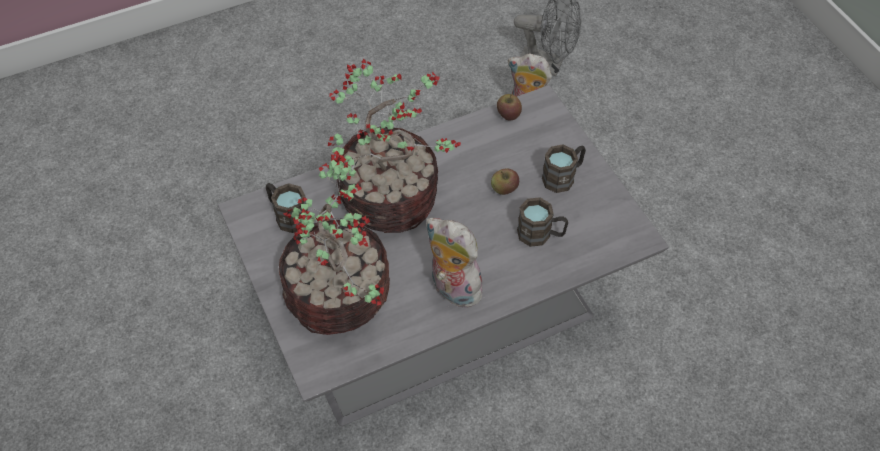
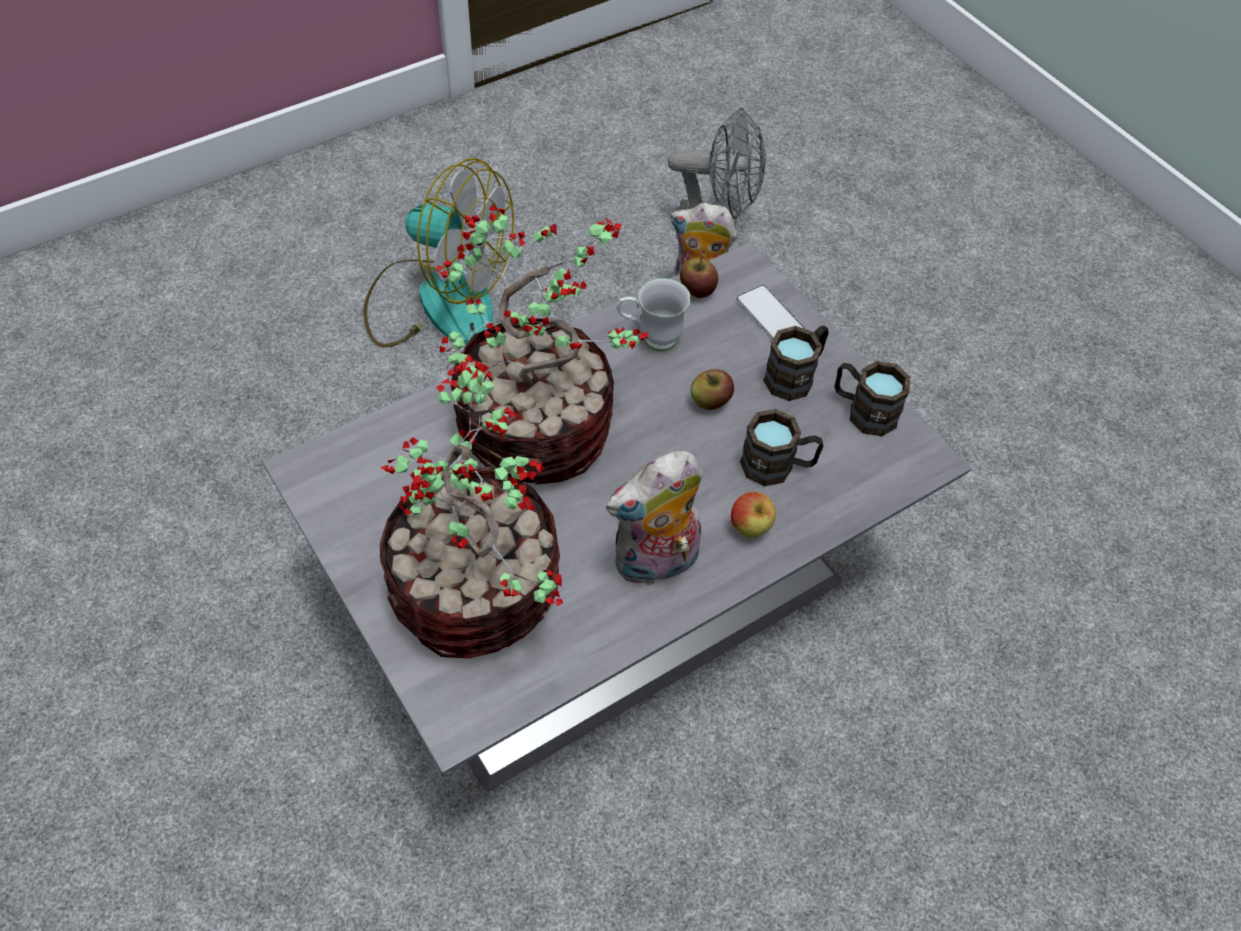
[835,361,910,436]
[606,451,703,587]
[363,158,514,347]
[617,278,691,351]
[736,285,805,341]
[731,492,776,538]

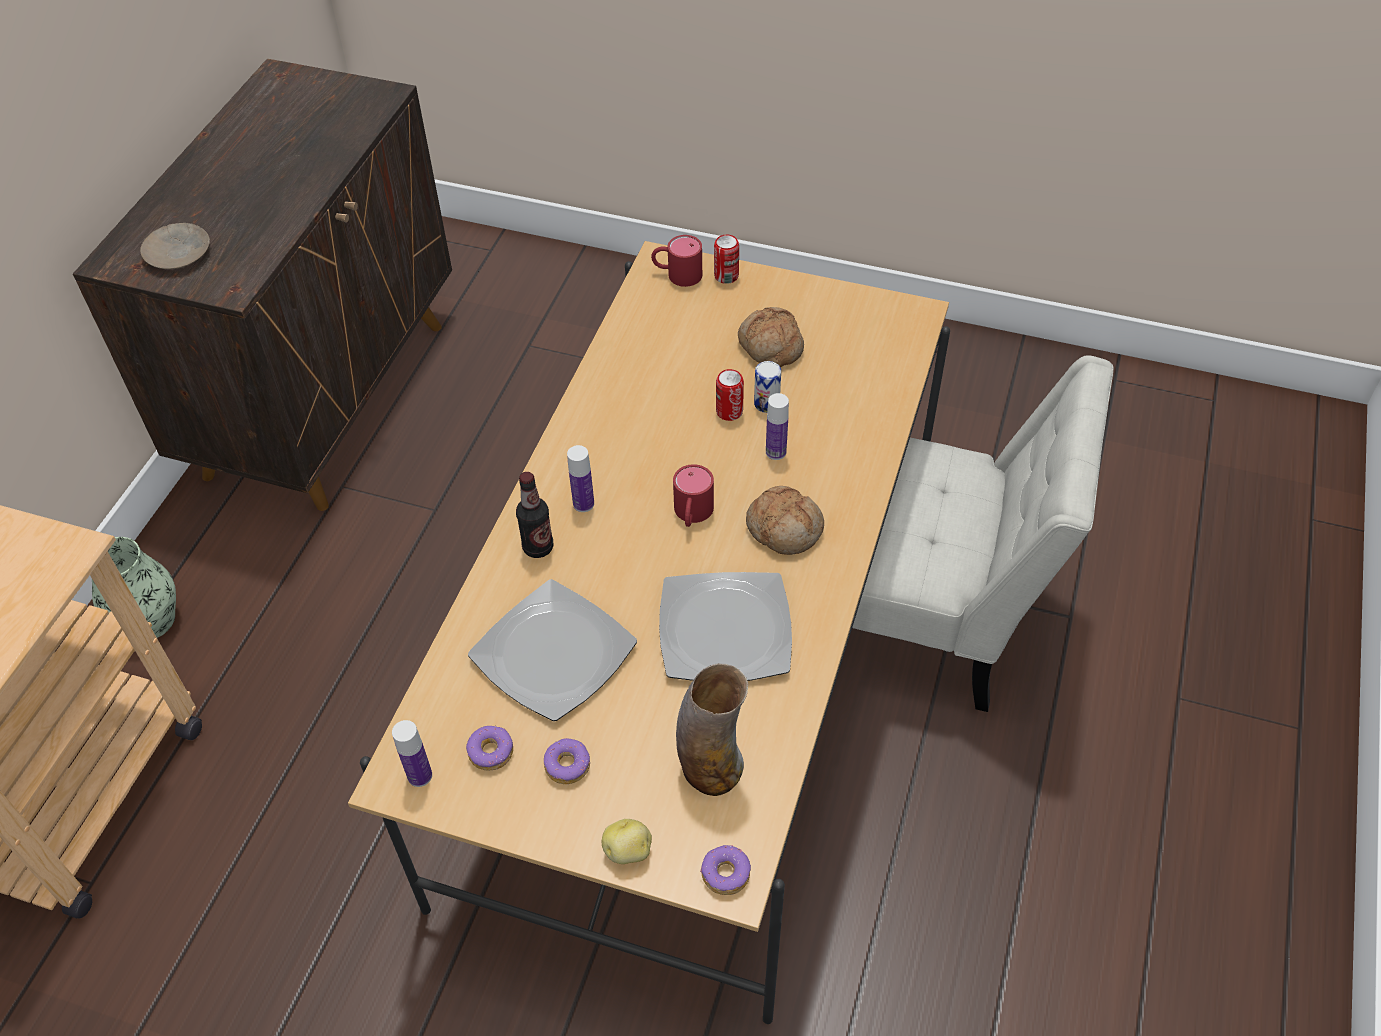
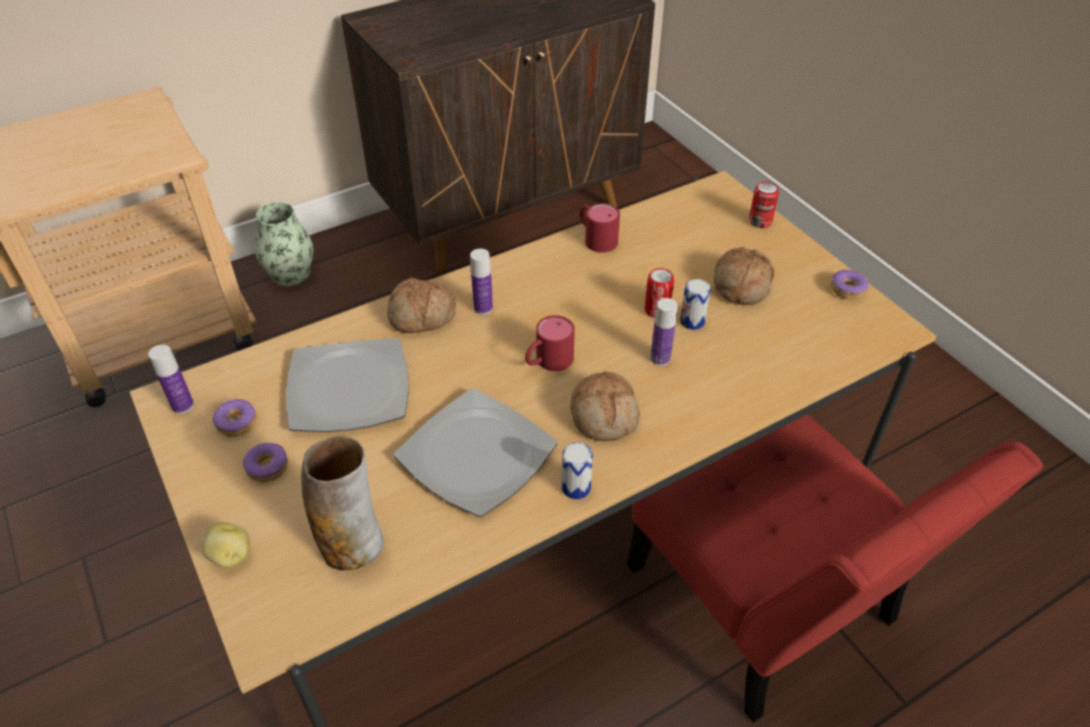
[140,223,210,269] (first image)
[579,203,620,253]
[627,414,1043,723]
[387,277,456,333]
[831,270,869,300]
[562,442,593,499]

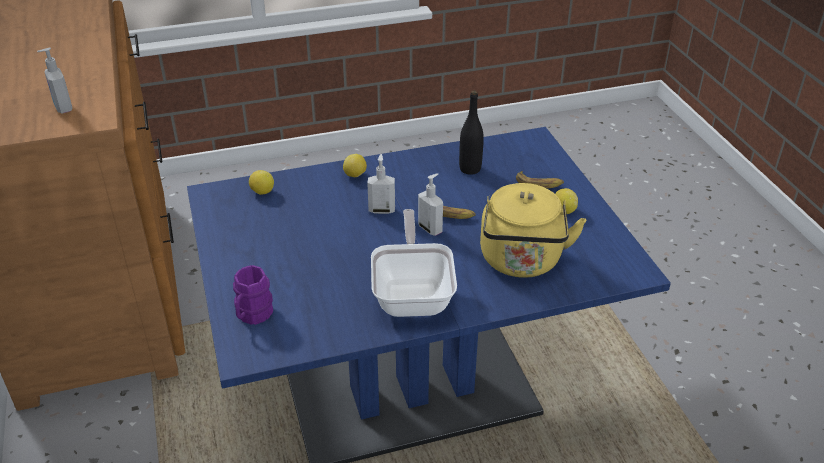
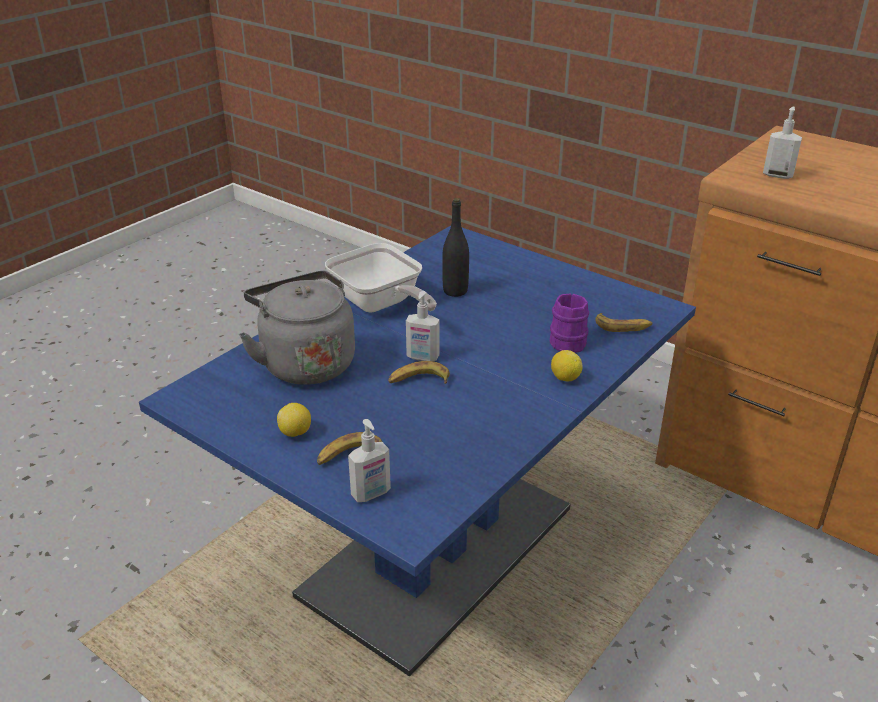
[442,198,469,297]
[348,419,391,502]
[595,313,653,332]
[239,271,355,385]
[550,293,589,353]

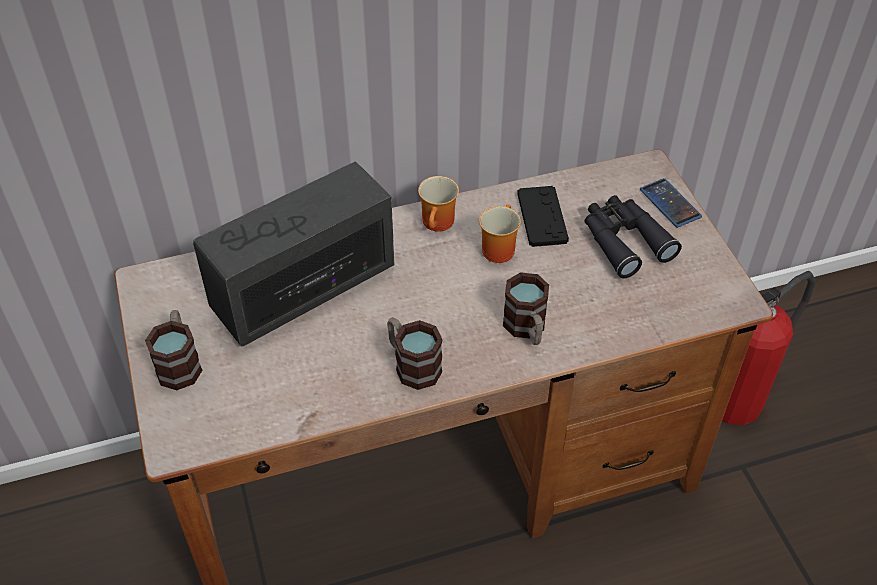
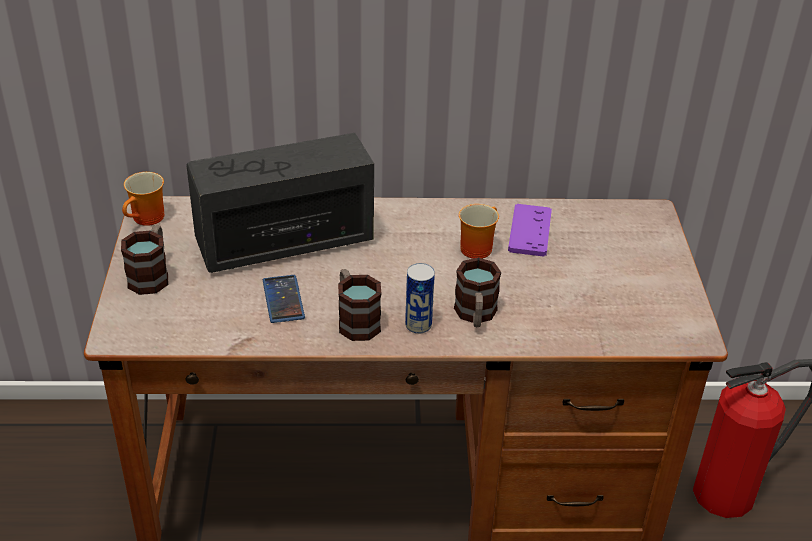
[122,172,164,226]
[263,275,305,323]
[508,204,552,257]
[584,195,682,279] (first image)
[405,263,435,334]

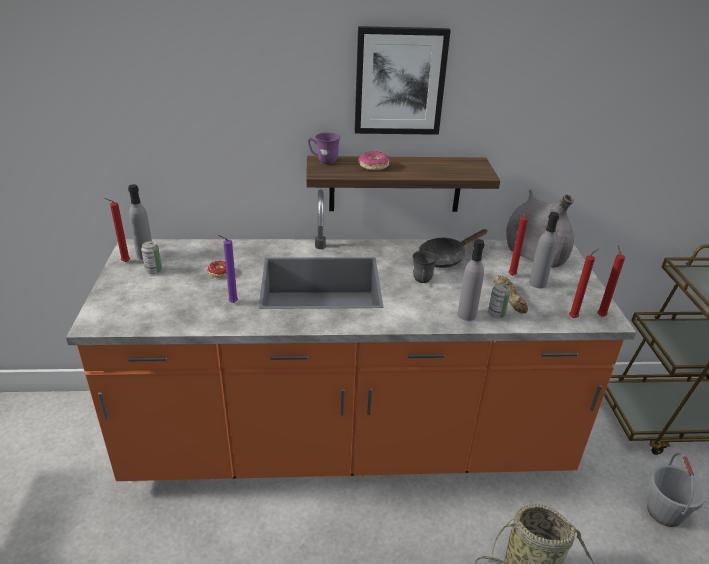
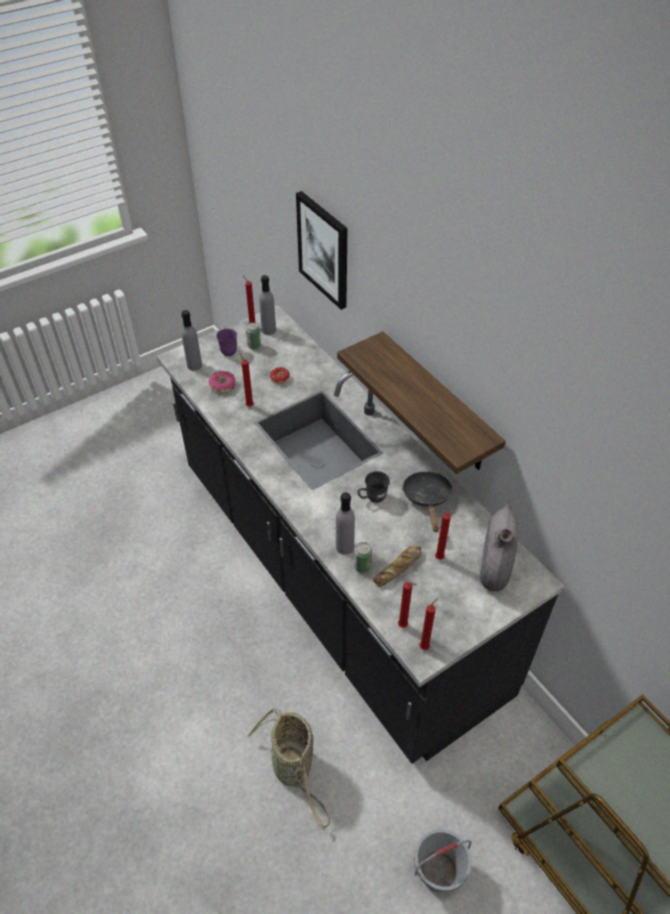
[296,191,347,310]
[216,327,237,356]
[209,371,236,393]
[157,306,564,764]
[181,310,202,371]
[402,471,453,532]
[240,354,254,407]

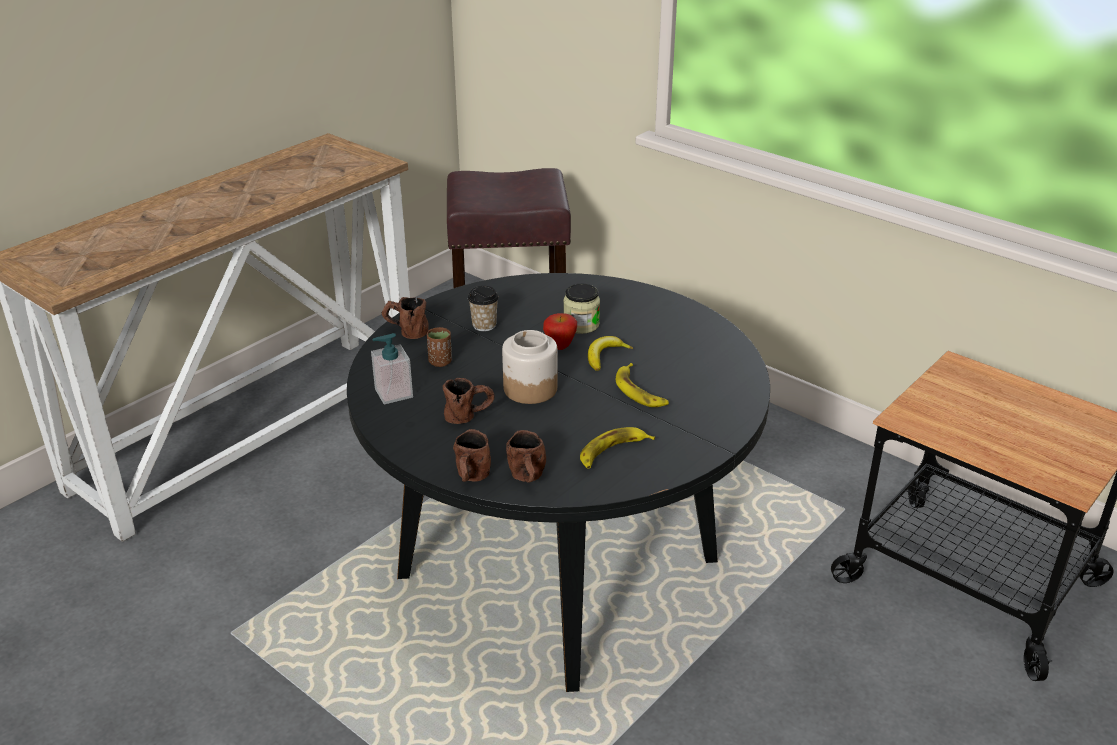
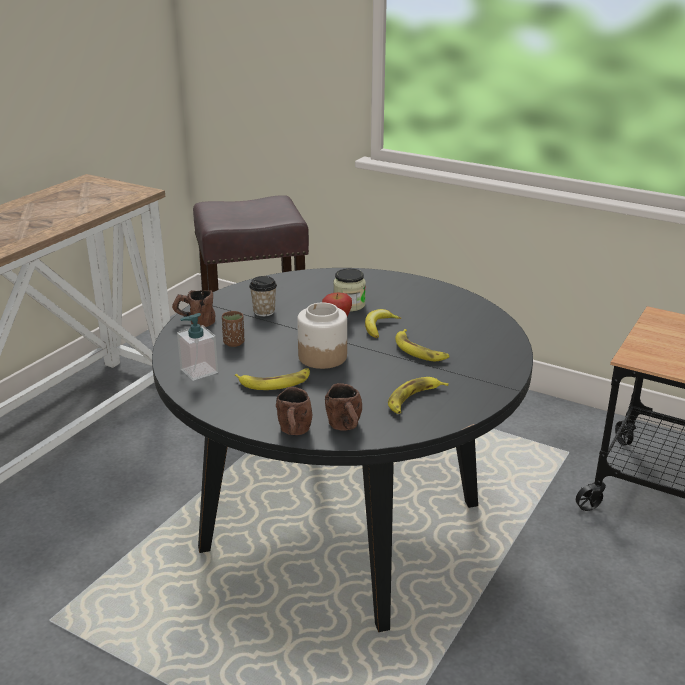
[235,368,310,390]

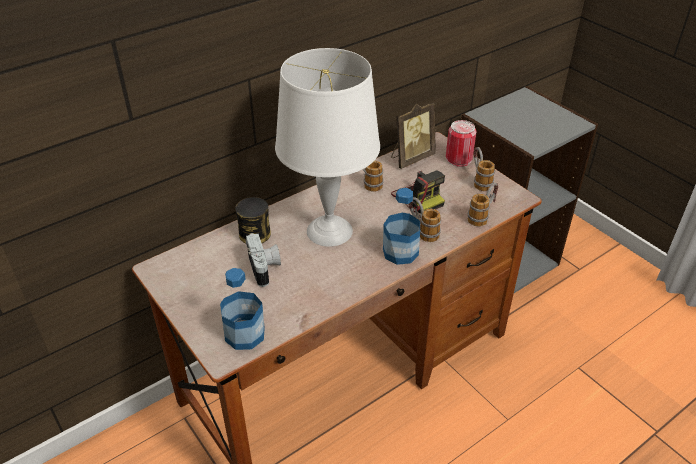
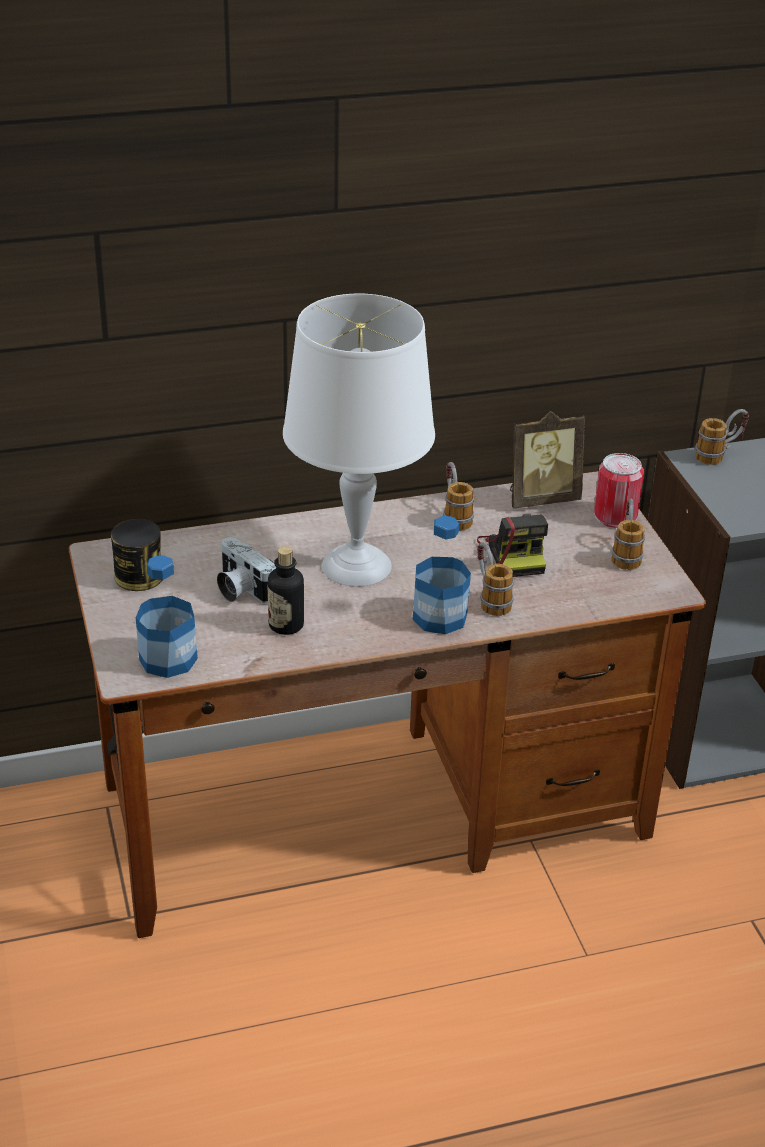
[695,409,749,465]
[111,519,162,591]
[217,537,276,604]
[267,546,304,635]

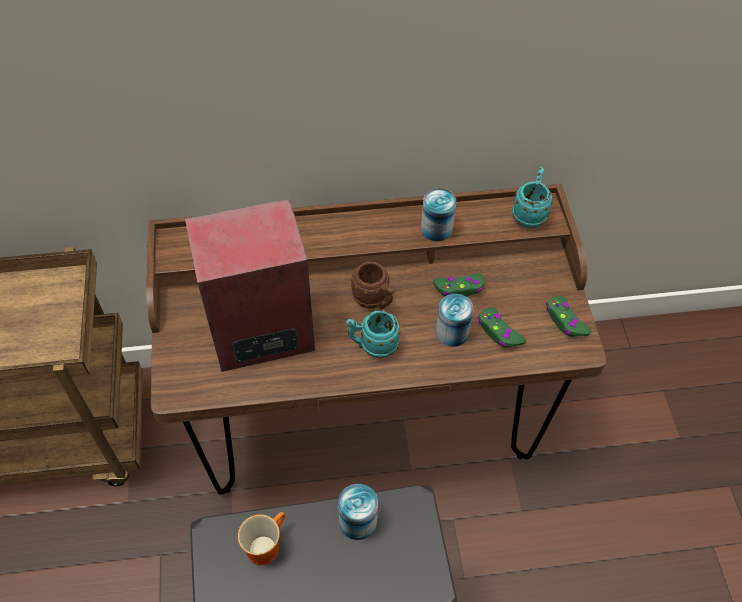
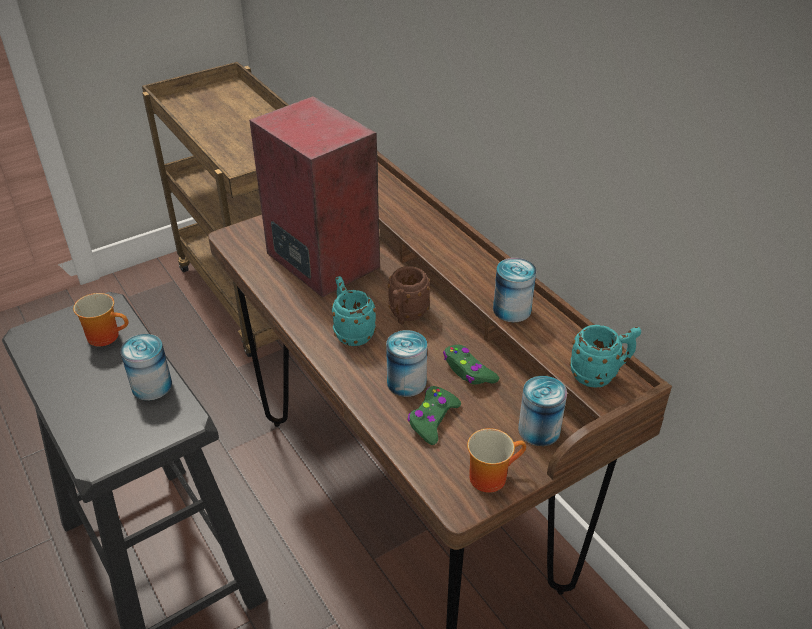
[467,428,526,493]
[518,376,567,446]

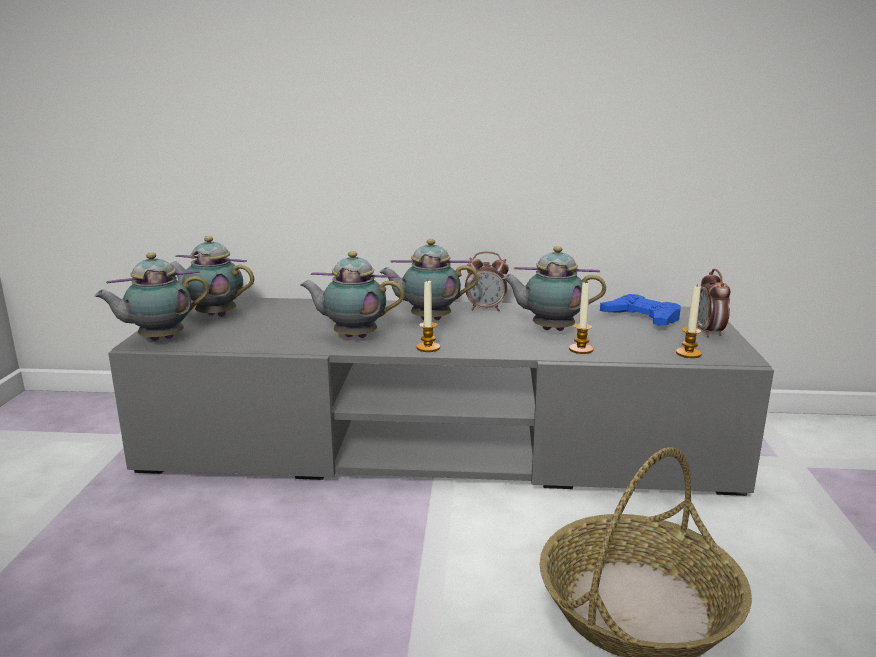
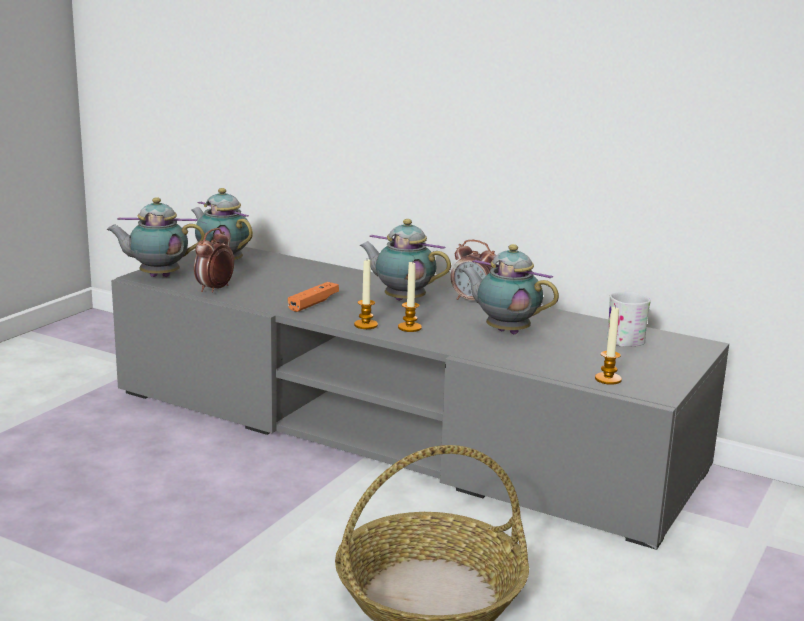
[288,282,339,312]
[194,228,234,293]
[398,262,422,332]
[607,292,651,347]

